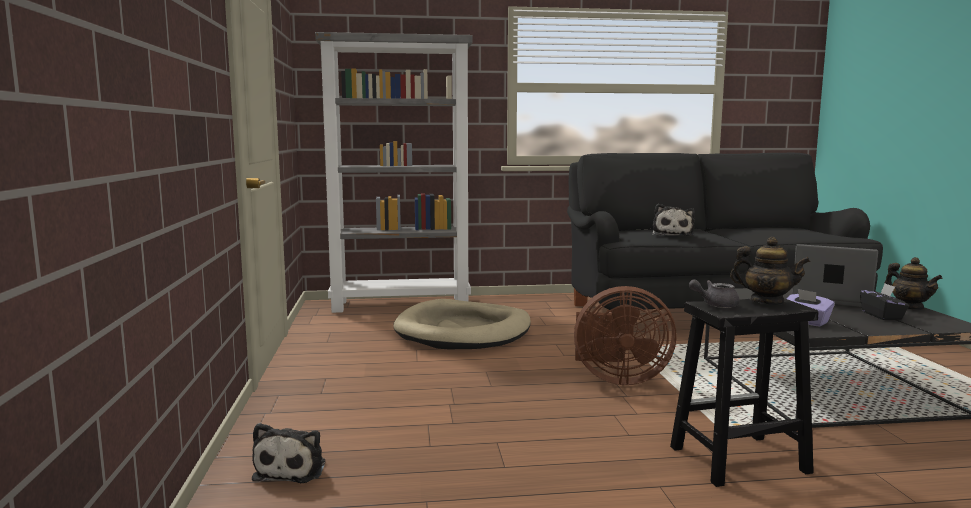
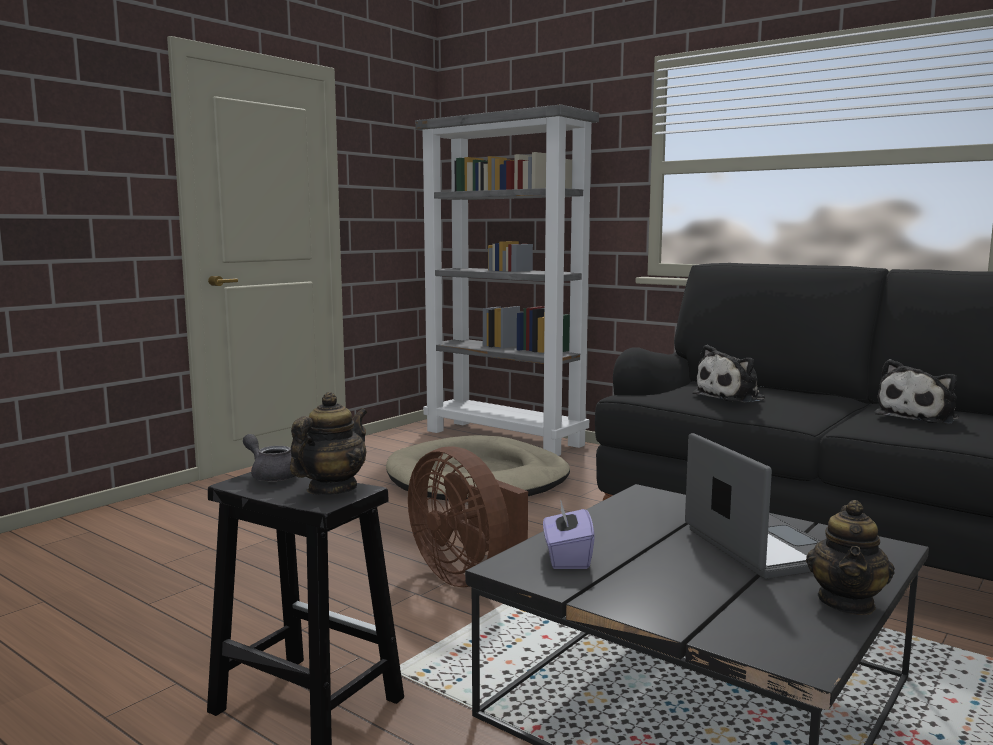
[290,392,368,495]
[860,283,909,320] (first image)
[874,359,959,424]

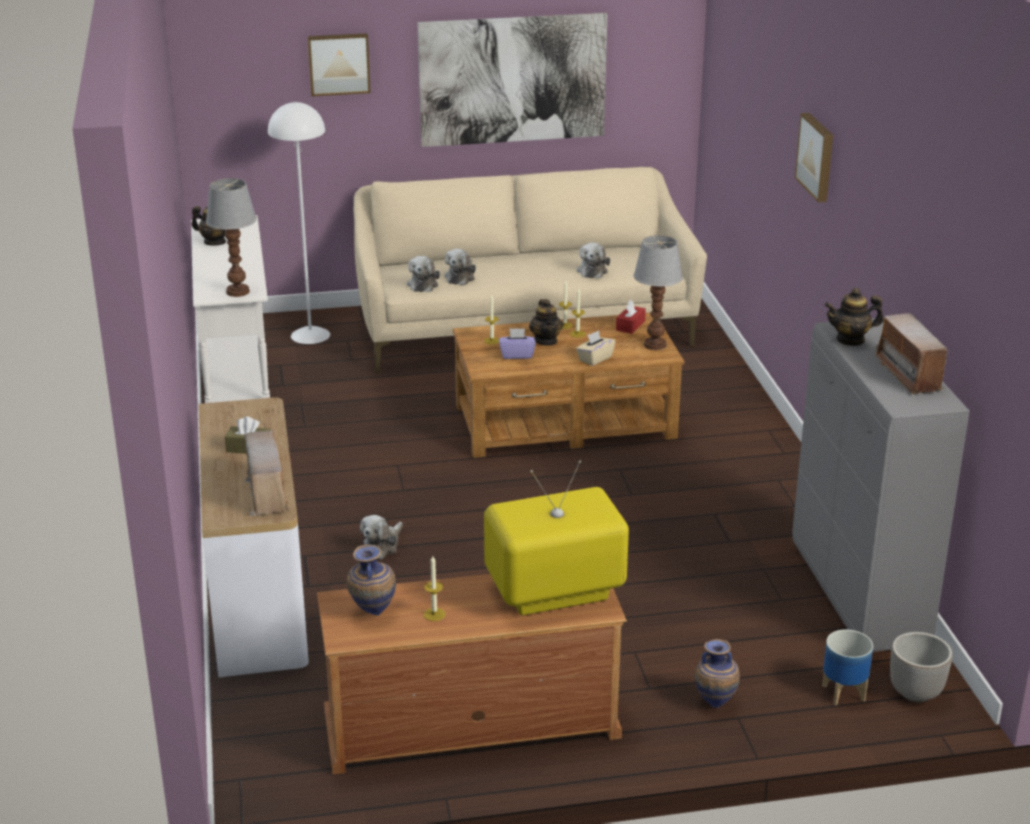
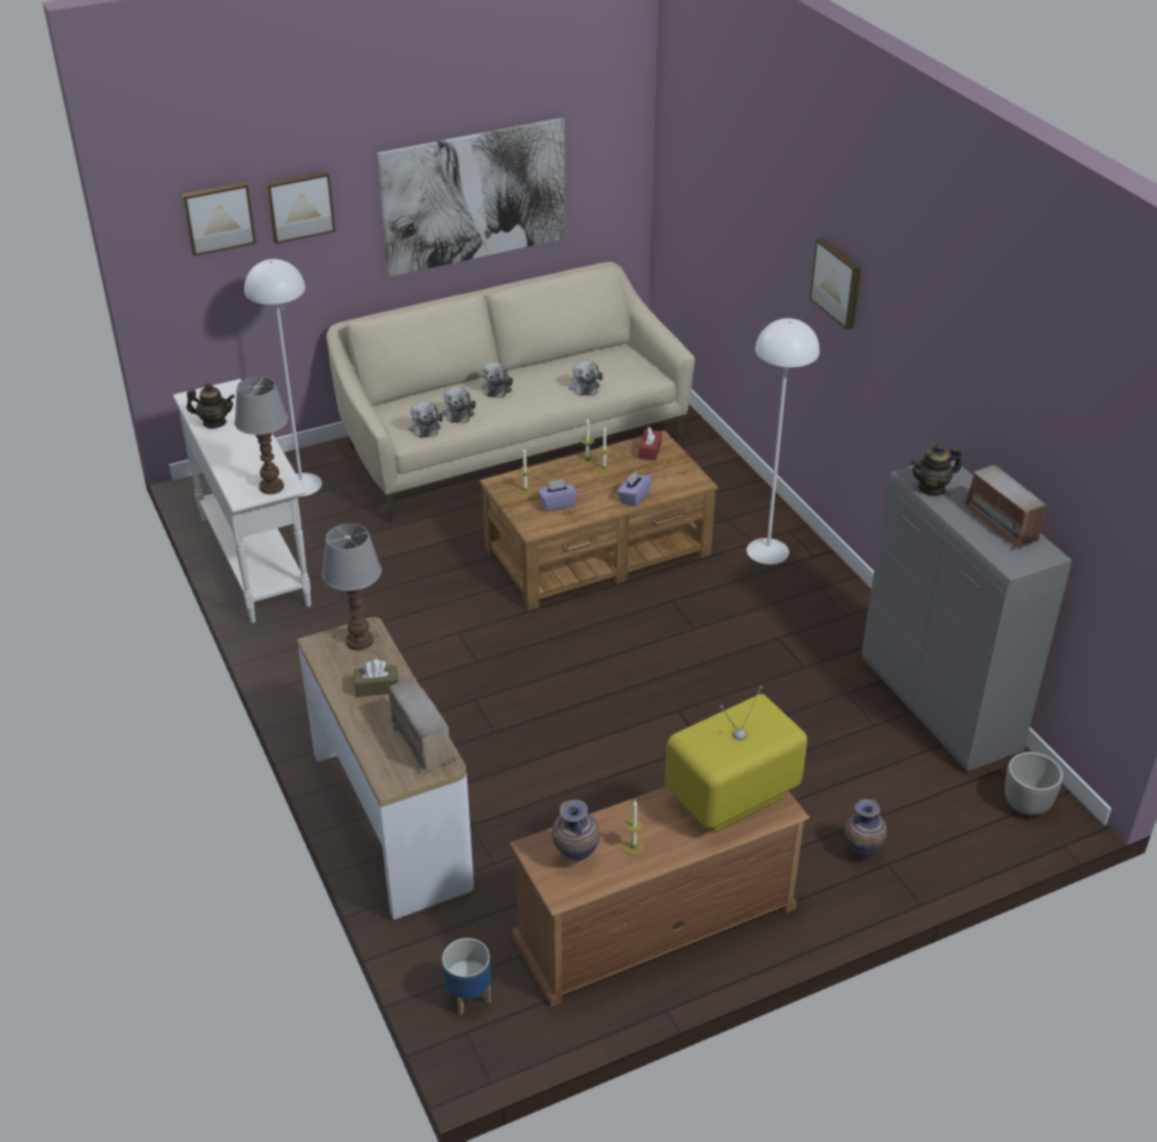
[321,524,382,651]
[529,299,563,346] (first image)
[617,470,652,507]
[482,362,513,398]
[442,938,491,1016]
[182,182,256,256]
[746,318,820,564]

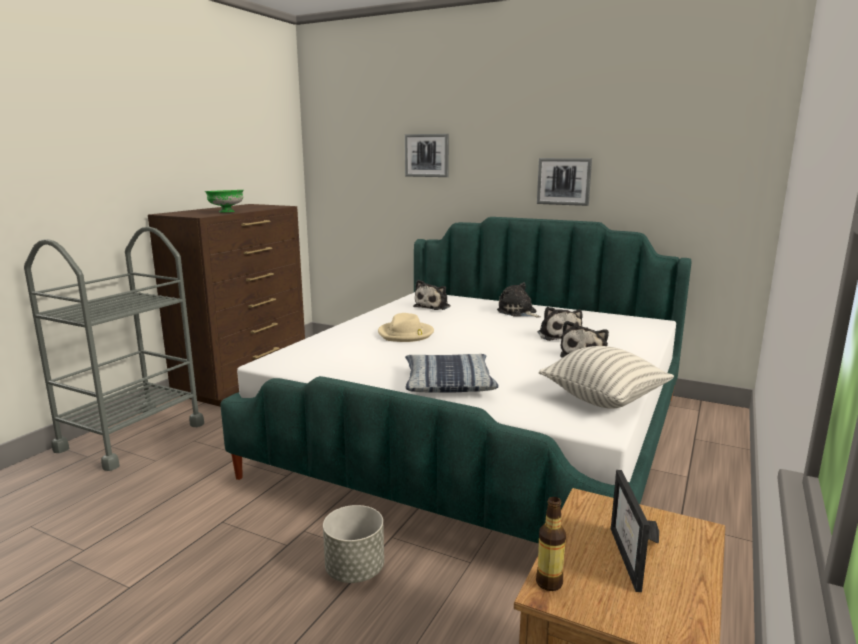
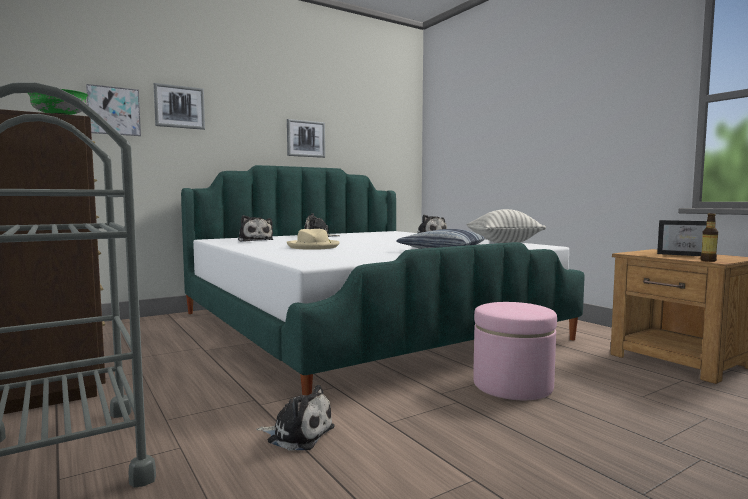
[256,385,334,450]
[473,302,557,400]
[86,84,141,136]

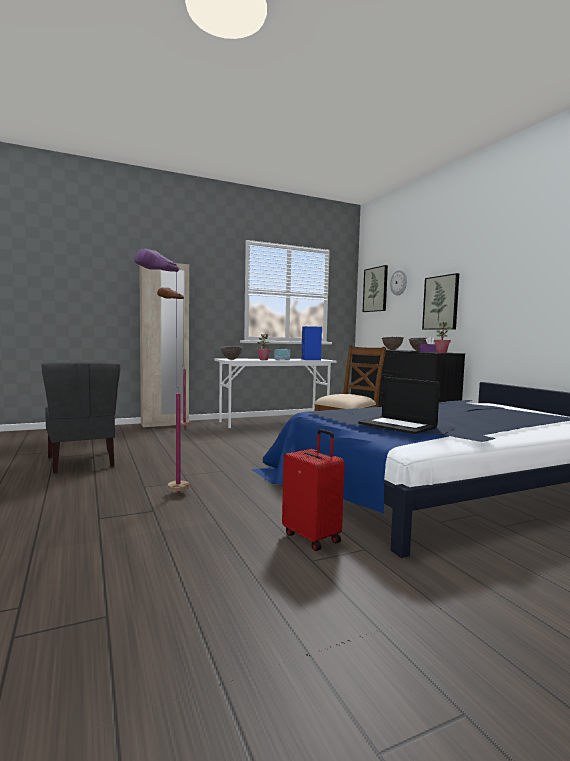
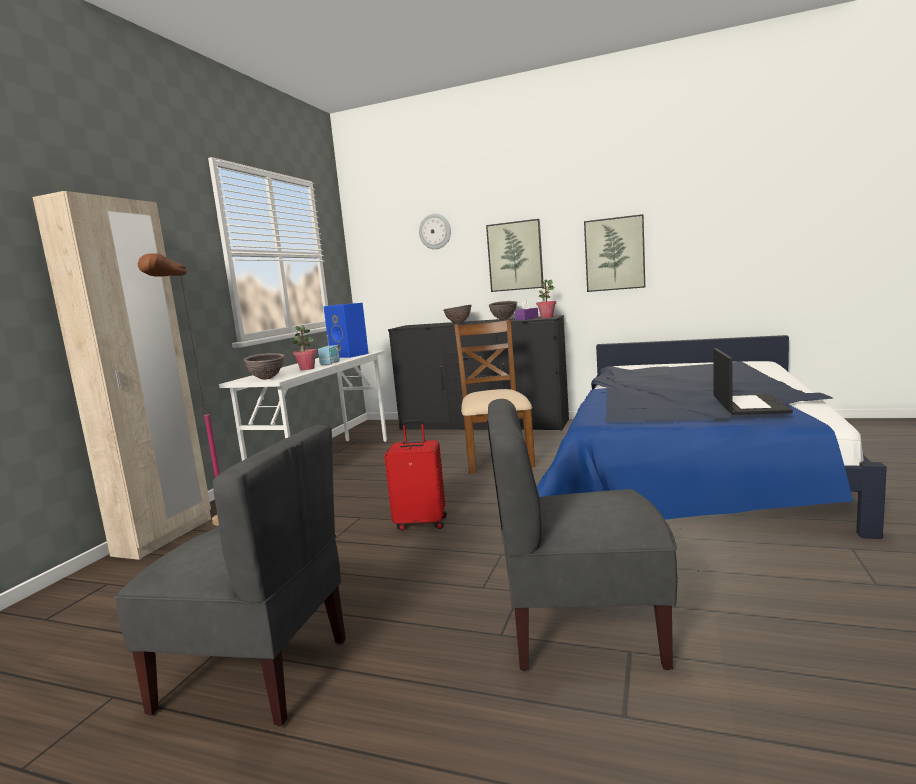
[487,399,677,671]
[584,214,645,292]
[713,348,793,415]
[384,419,447,531]

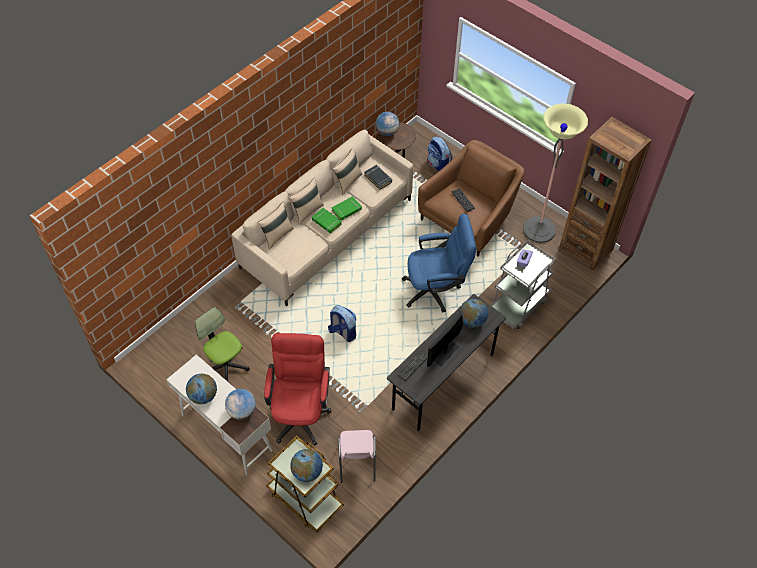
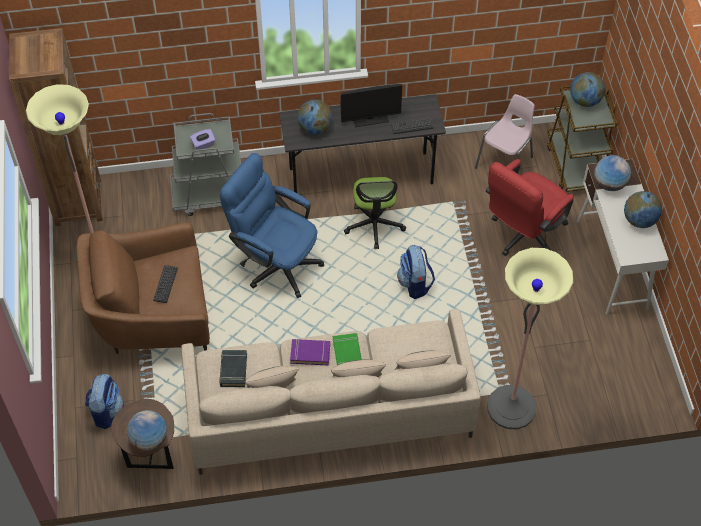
[290,339,330,366]
[344,177,406,249]
[487,248,573,429]

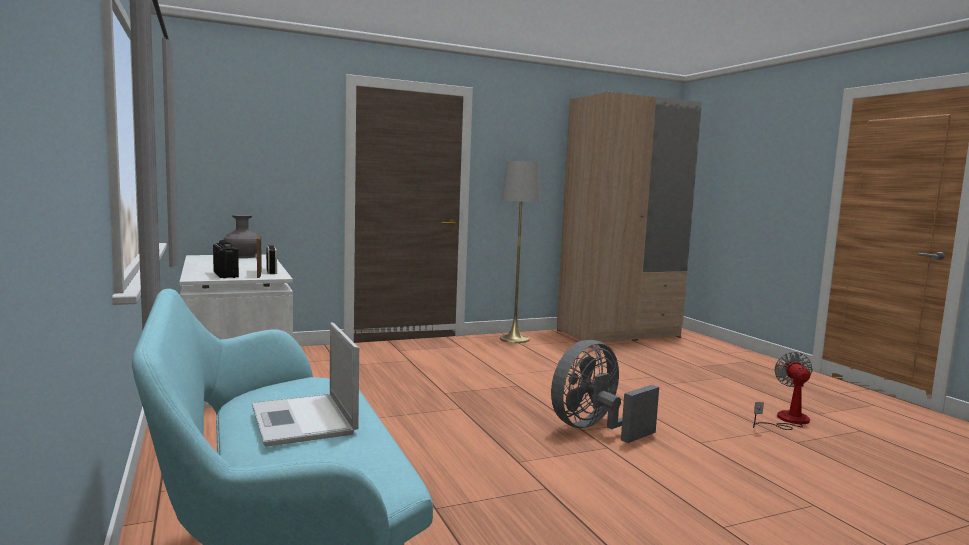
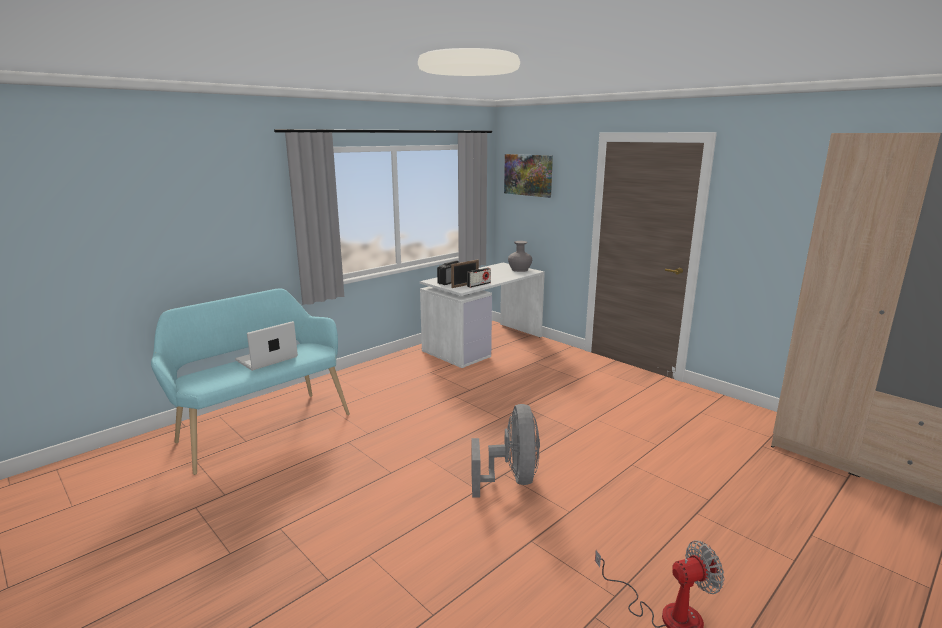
[500,160,541,343] (first image)
[472,404,540,498]
[504,154,553,198]

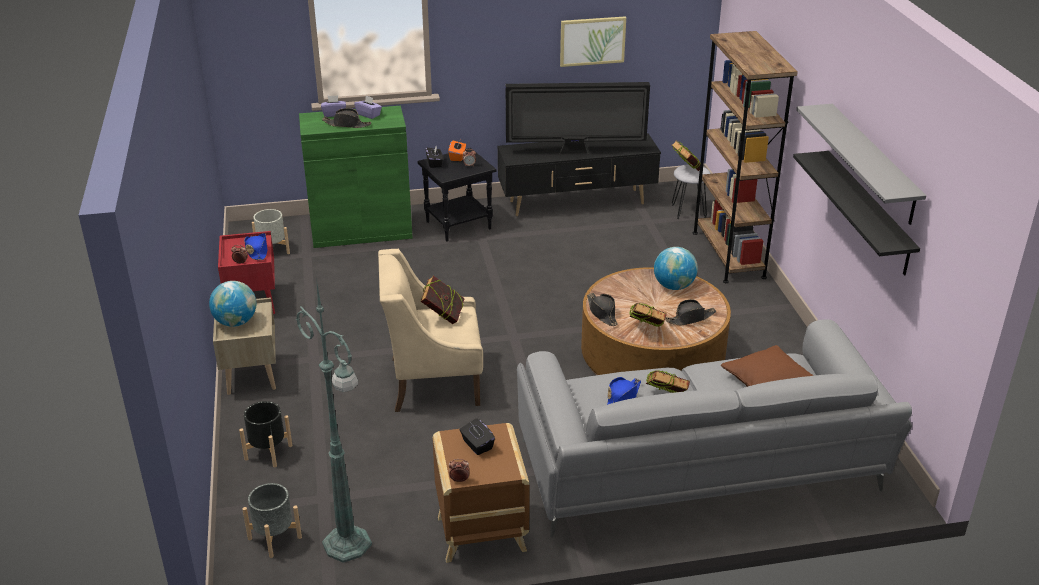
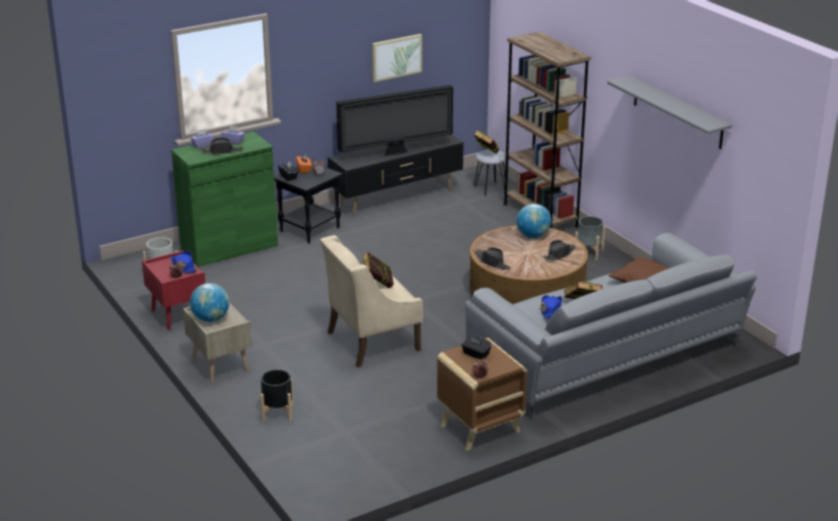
[793,151,920,276] (first image)
[296,278,372,563] (first image)
[629,303,667,327] (first image)
[575,216,605,260]

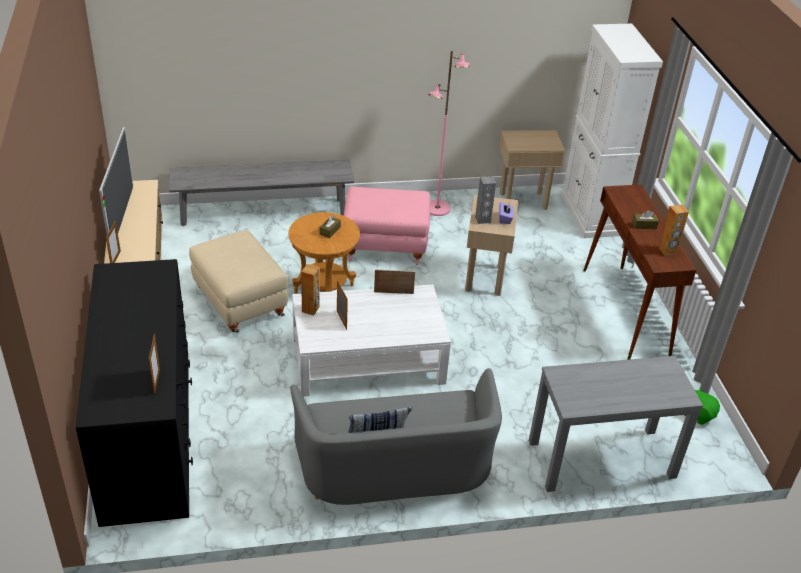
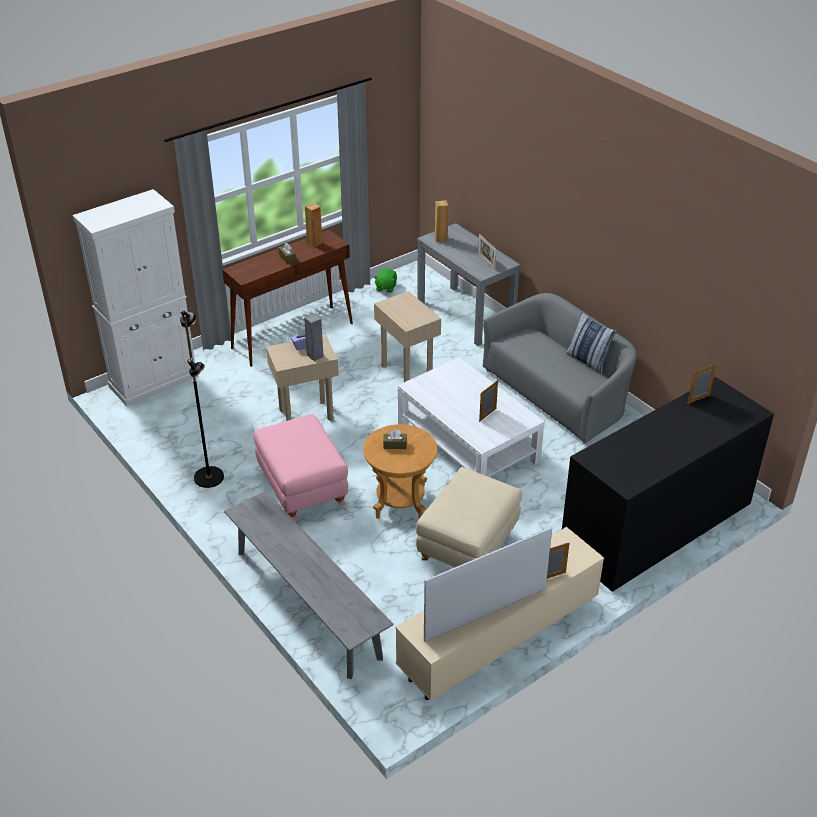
[180,309,224,488]
[374,291,441,382]
[435,201,448,242]
[478,234,496,270]

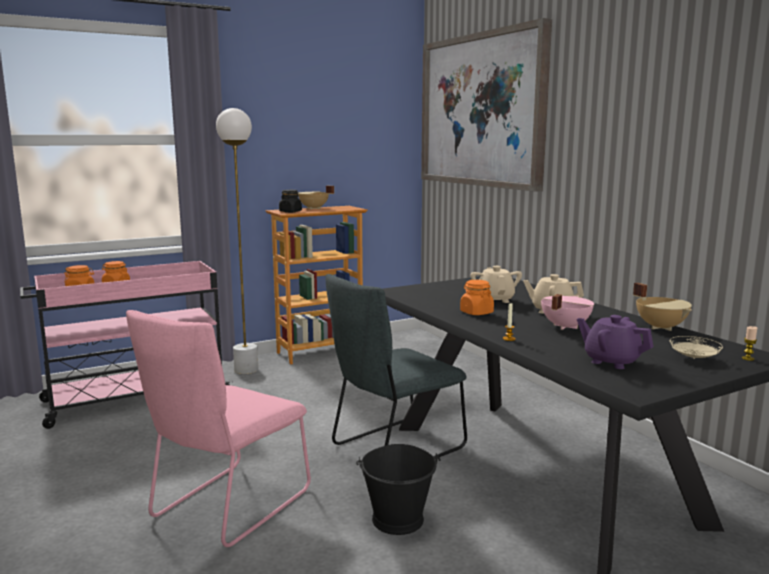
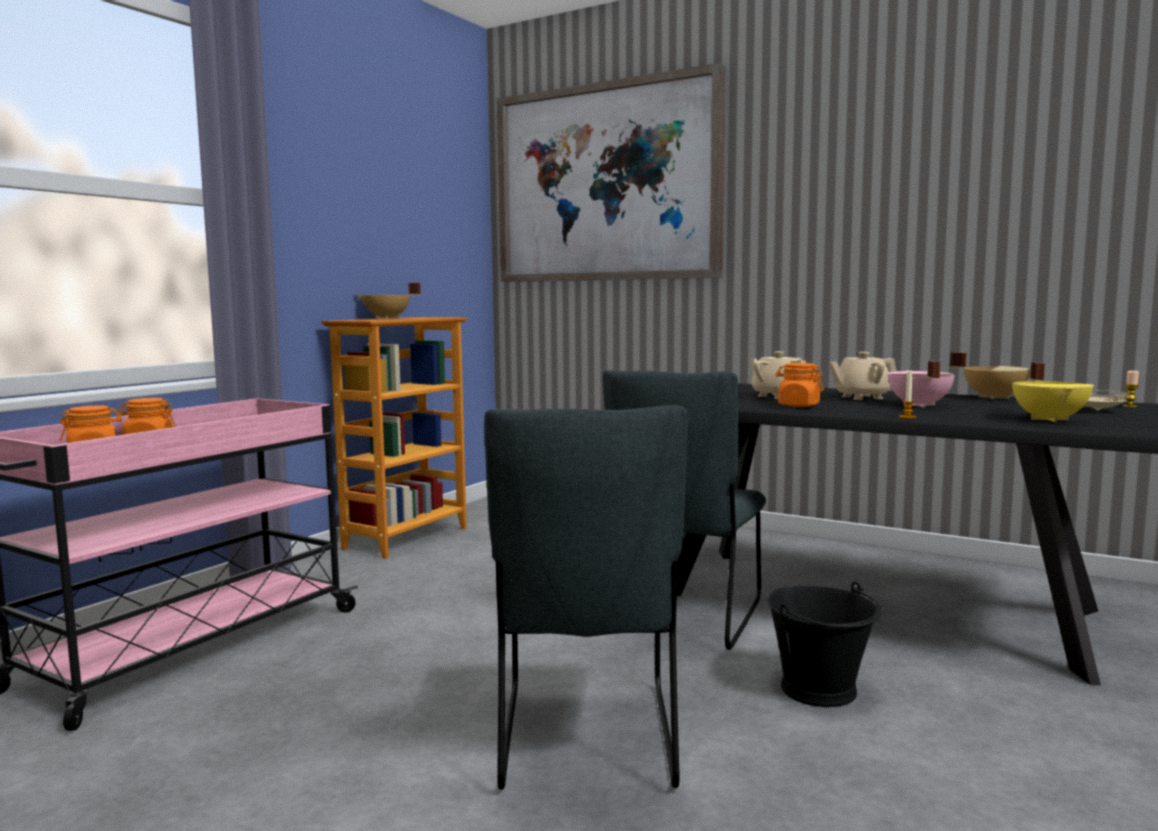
[216,108,258,374] (first image)
[279,190,302,213] (first image)
[484,405,688,790]
[1012,362,1094,422]

